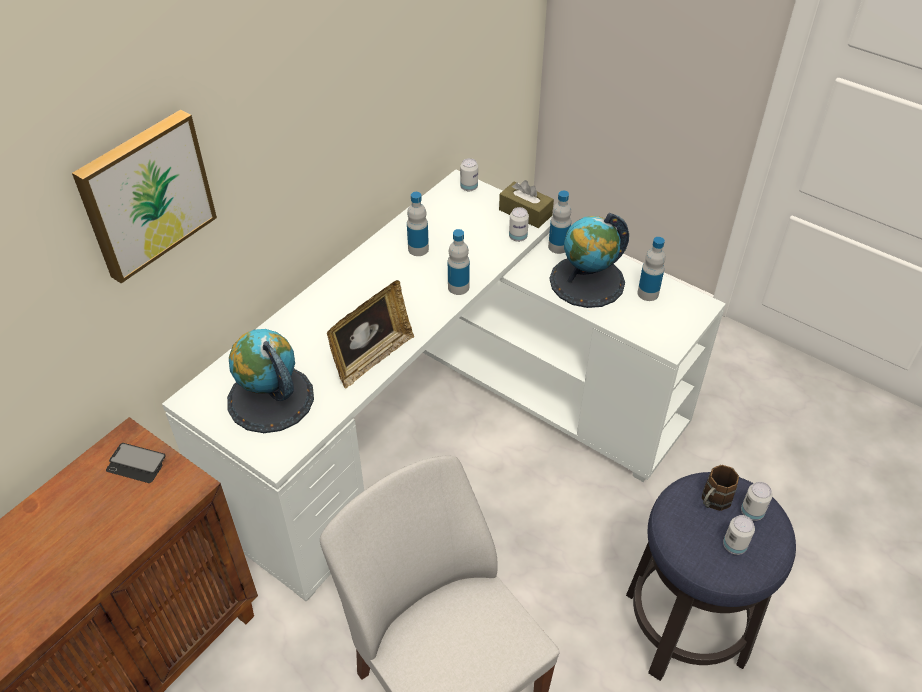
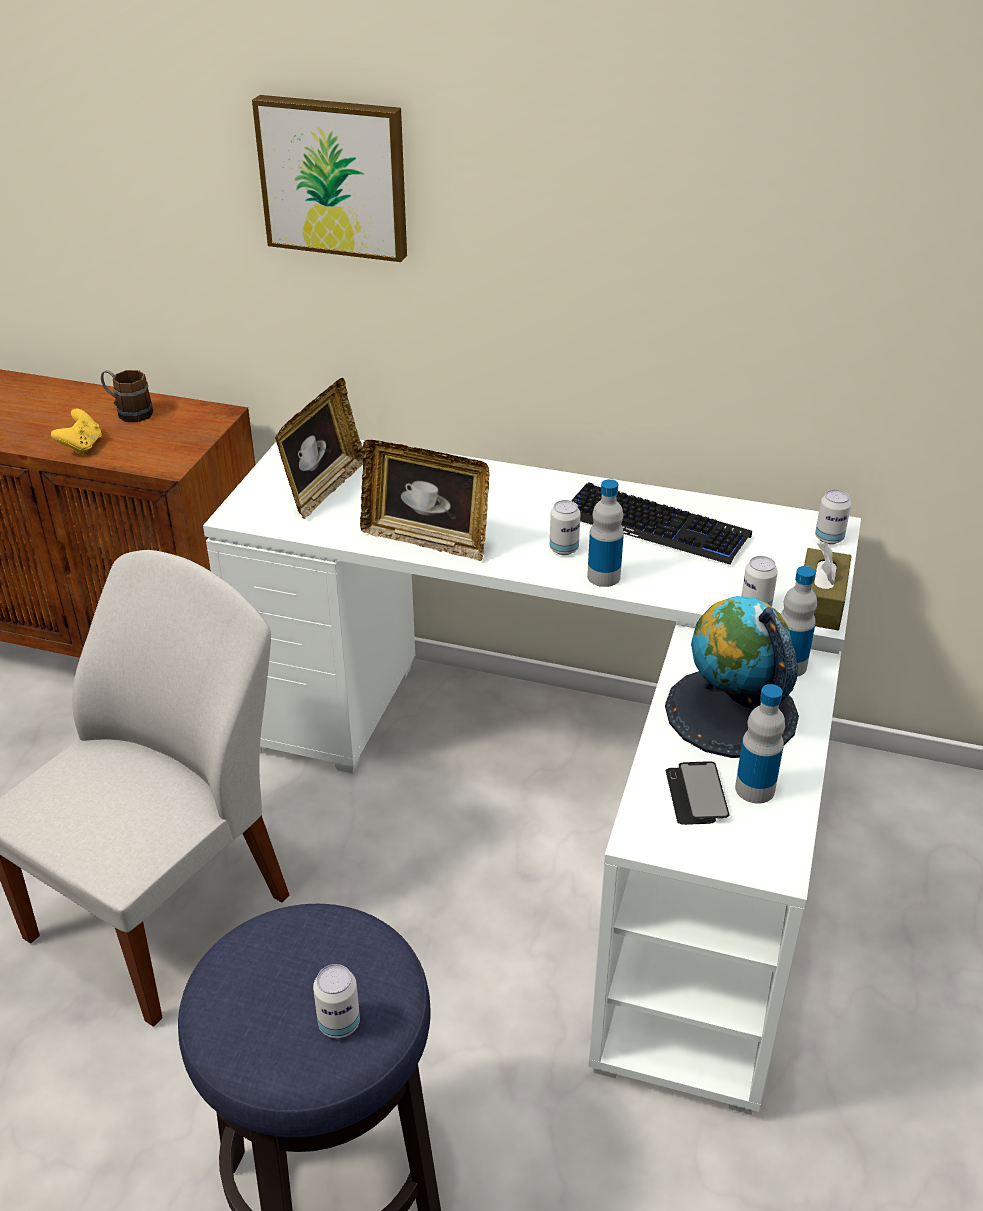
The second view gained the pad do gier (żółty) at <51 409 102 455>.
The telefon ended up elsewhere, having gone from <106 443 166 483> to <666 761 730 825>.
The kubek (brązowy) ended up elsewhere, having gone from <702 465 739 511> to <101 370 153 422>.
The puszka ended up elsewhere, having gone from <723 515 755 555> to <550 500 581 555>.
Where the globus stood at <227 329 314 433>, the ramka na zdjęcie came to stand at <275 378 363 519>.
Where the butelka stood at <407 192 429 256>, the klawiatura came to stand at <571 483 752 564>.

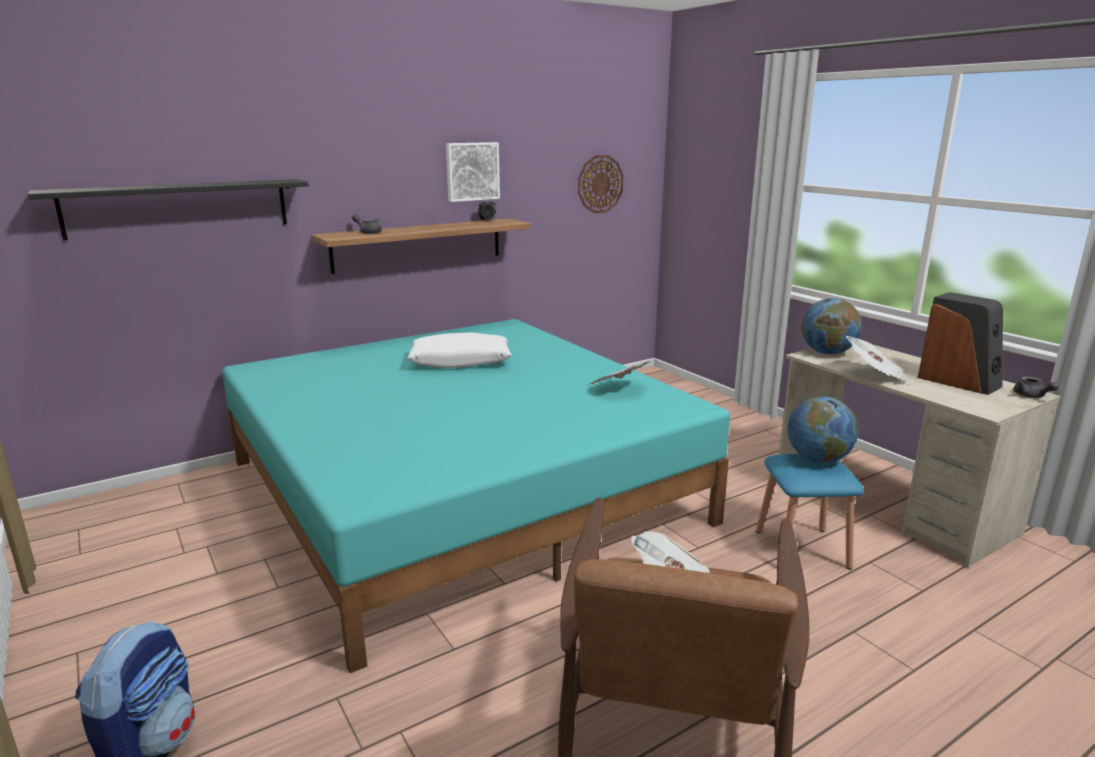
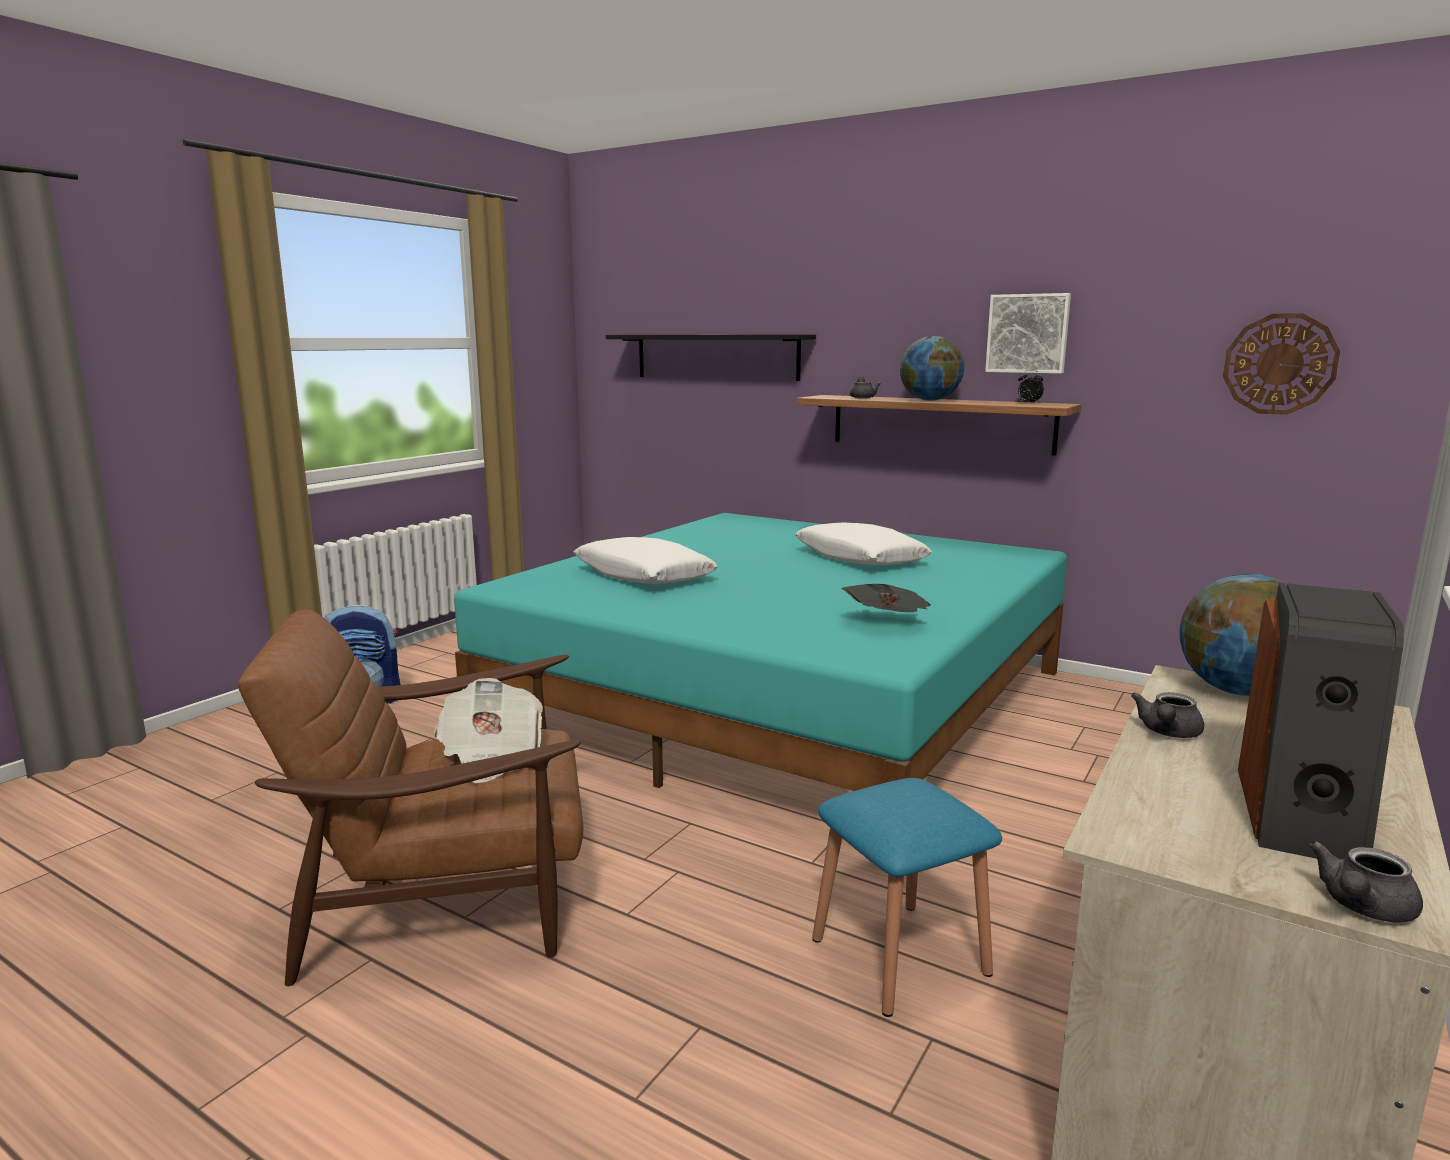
The second view gained the poduszka (biały) at <574 537 718 584>.
The globus ended up elsewhere, having gone from <788 396 859 463> to <900 336 964 401>.
Where the gazeta stood at <846 336 910 384>, the imbryk (szary) came to stand at <1131 692 1204 738>.

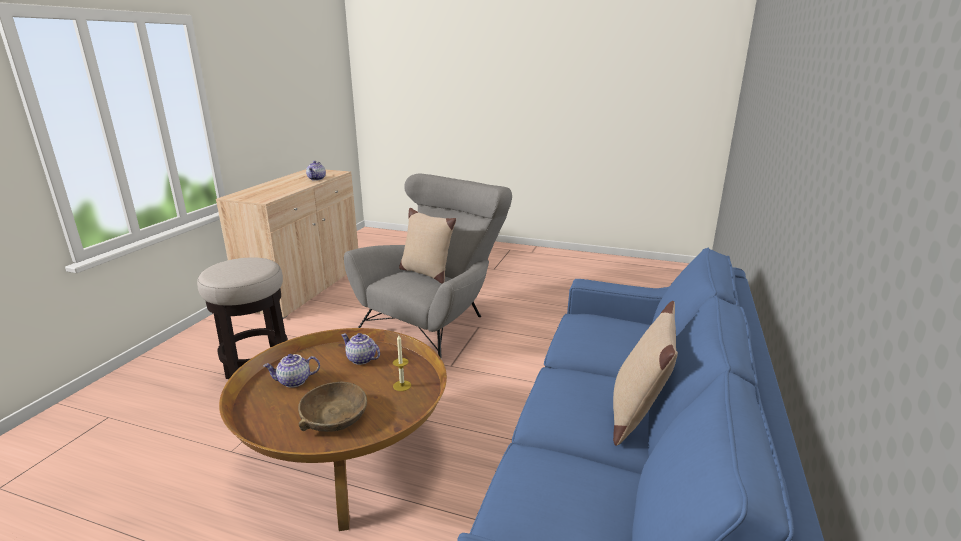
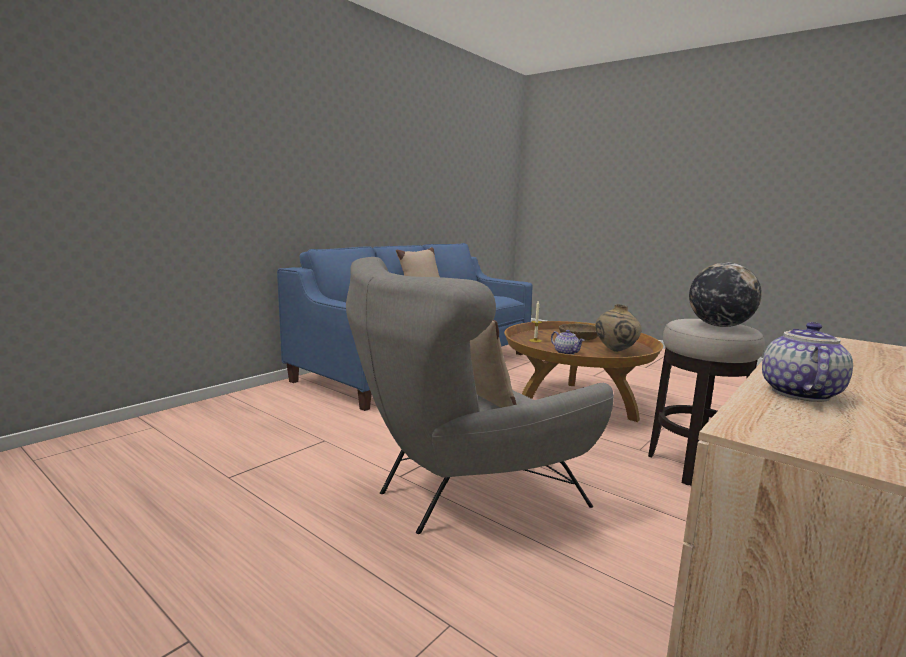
The second view gained the globus at <689 262 762 327>.
Where the imbryk stood at <263 354 320 388>, the wazon (beżowy) came to stand at <595 304 642 352>.

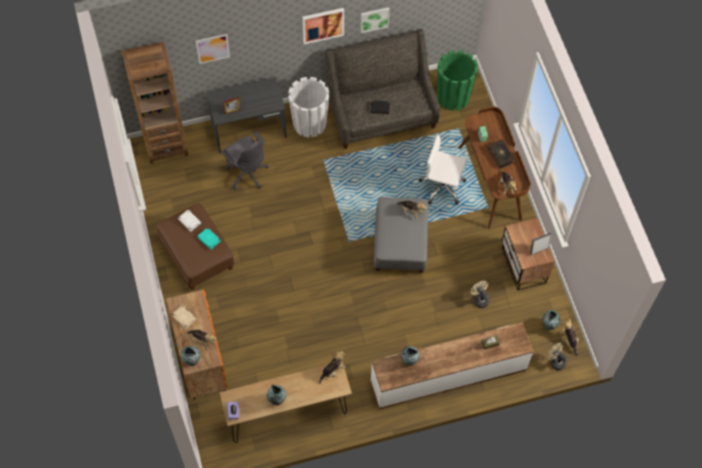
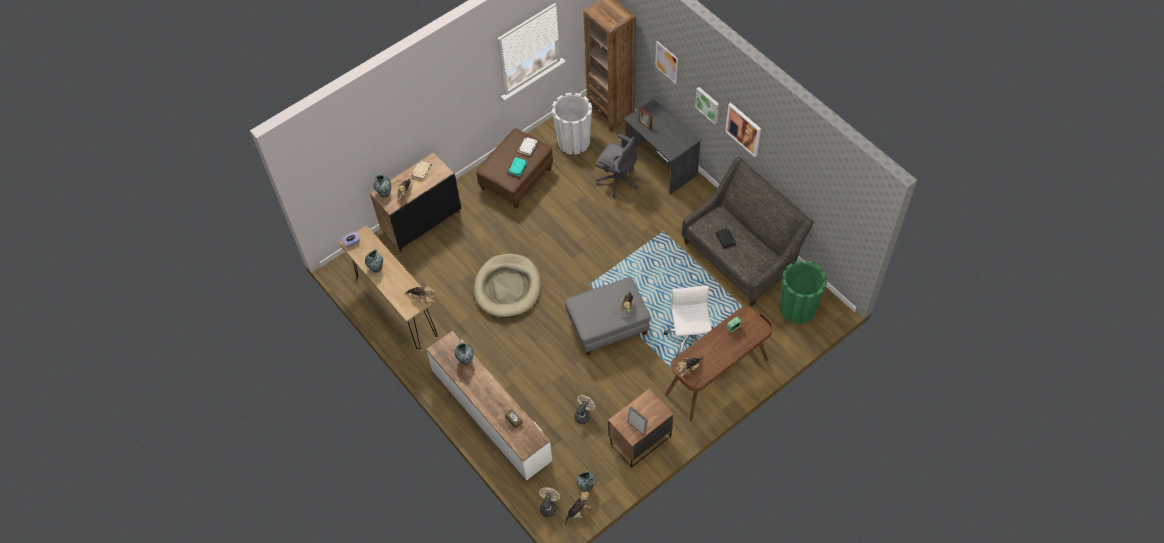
The second view lost the książka at <488 140 514 169>.
The second view gained the legowisko (beżowy) at <474 254 541 318>.
The donica (biały) ended up elsewhere, having gone from <288 77 329 138> to <552 93 592 155>.
The obraz ended up elsewhere, having gone from <360 7 390 33> to <695 87 719 124>.
What was the szafka (pomarańczowy) at <166 289 228 400> turned into the szafka (czarny) at <370 153 461 252>.
The krzesło biurowe (szary) at <221 131 269 190> ended up facing another way, 90 degrees counterclockwise from before.

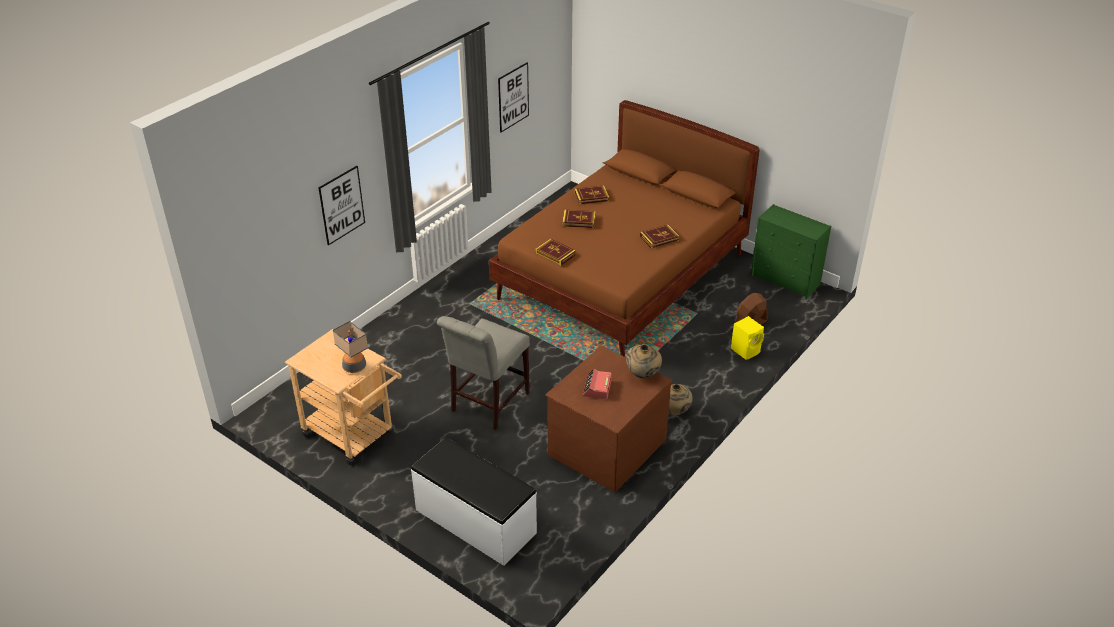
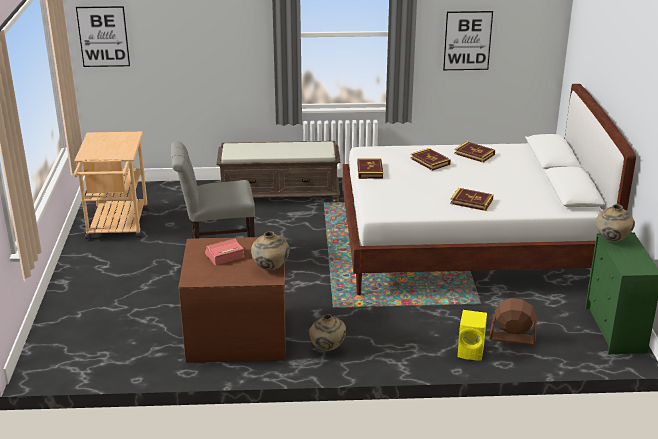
The second view lost the lampa stołowa at <333 321 368 373>.
The second view lost the ławka (biały) at <411 437 537 566>.
The second view gained the ławka (brązowy) at <216 141 340 203>.
The second view gained the wazon (beżowy) at <596 204 635 242>.
The obraz ended up elsewhere, having gone from <318 166 365 245> to <76 6 130 67>.
What was the łóżko (brązowy) at <489 100 760 357> turned into the łóżko (biały) at <342 84 636 295>.

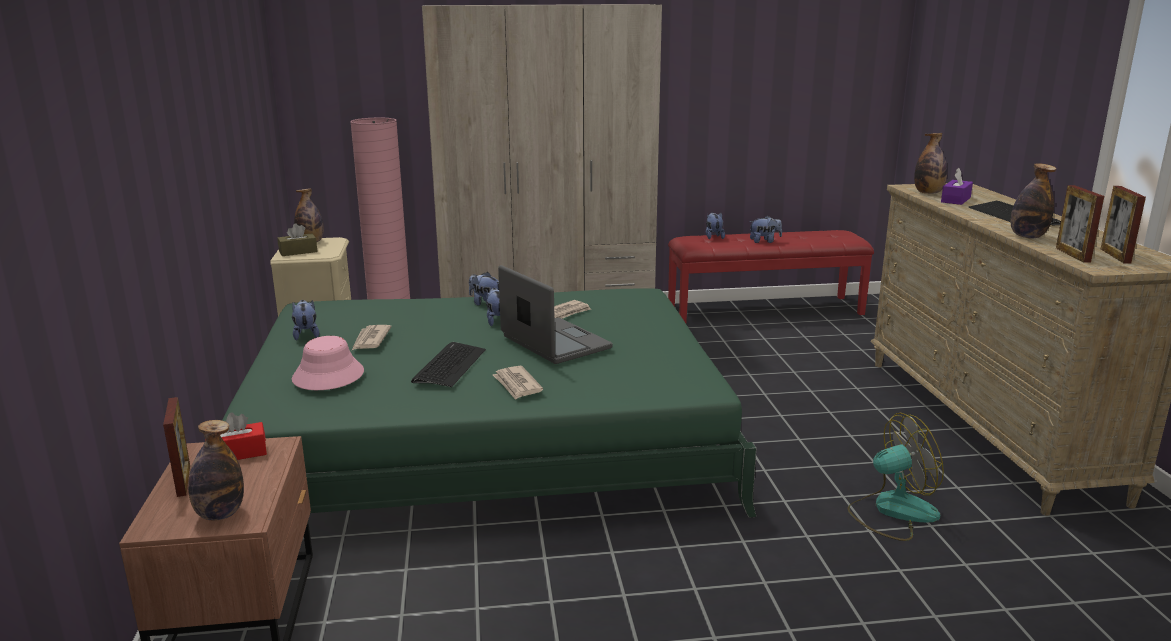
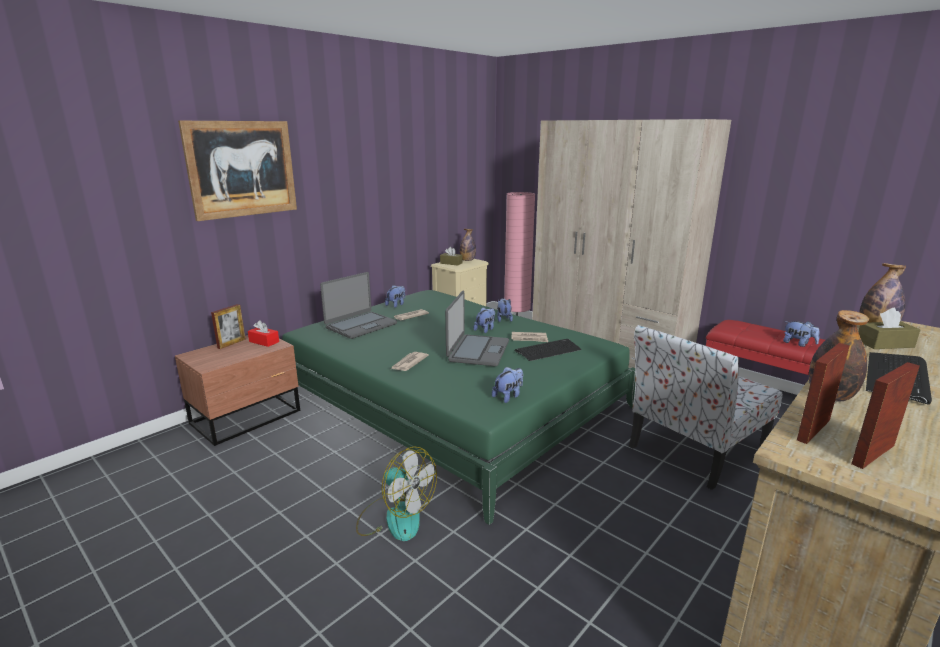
The second view lost the butelka at <188 420 244 520>.
The second view gained the obraz at <178 121 297 221>.
The second view gained the krzesło at <629 325 782 490>.
The klawiatura ended up elsewhere, having gone from <411 342 486 387> to <515 339 582 361>.
The pluszak ended up elsewhere, having gone from <706 212 725 239> to <492 367 523 403>.
The wentylator ended up elsewhere, having gone from <847 413 944 541> to <356 446 437 541>.
Where the kapelusz (różowy) stood at <292 336 364 390>, the laptop came to stand at <320 272 397 339>.
What was the pudełko chusteczek (fioletowy) at <941 168 973 205> turned into the pudełko chusteczek (brązowy) at <858 308 920 349>.

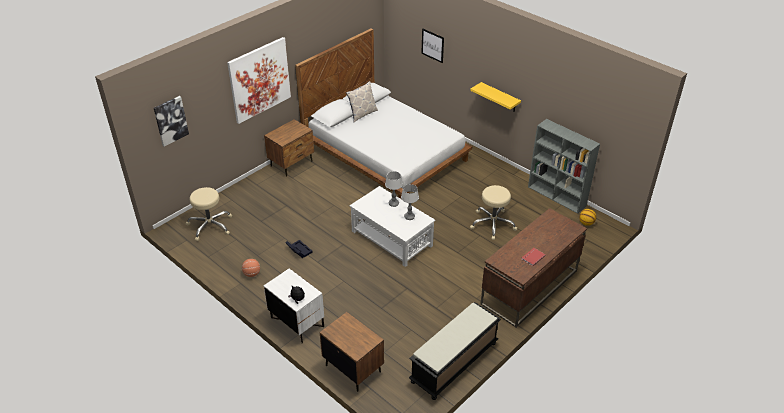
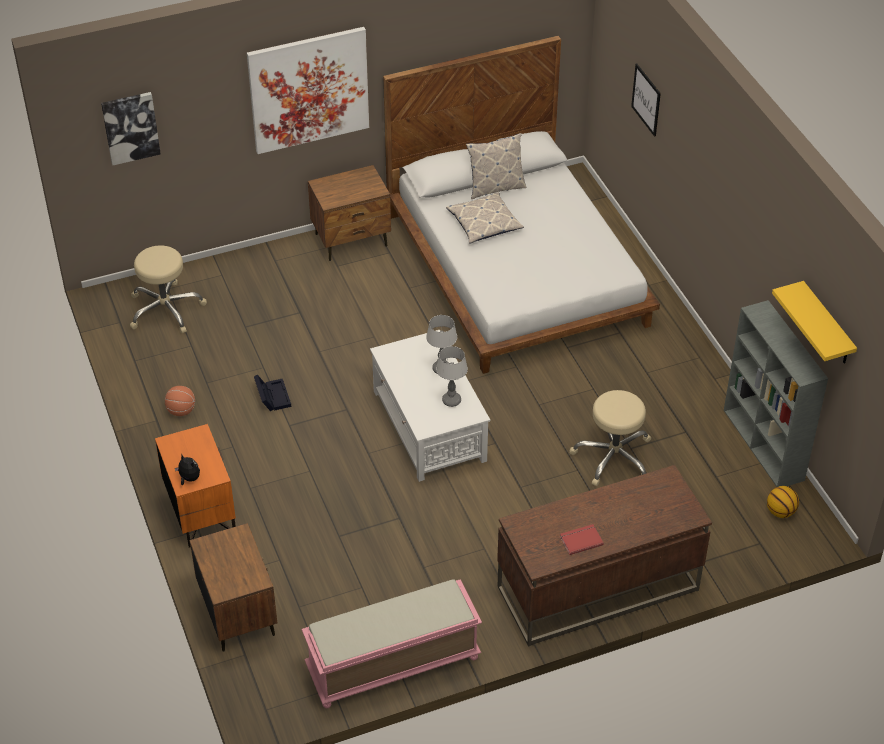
The second view gained the poduszka at <446 192 524 243>.
The półka (żółty) ended up elsewhere, having gone from <470 82 521 112> to <772 281 857 364>.
What was the szafka nocna (biały) at <264 269 324 343> turned into the szafka nocna (pomarańczowy) at <155 424 236 548>.
What was the ławka (czarny) at <409 302 501 400> turned into the ławka (różowy) at <301 579 482 708>.

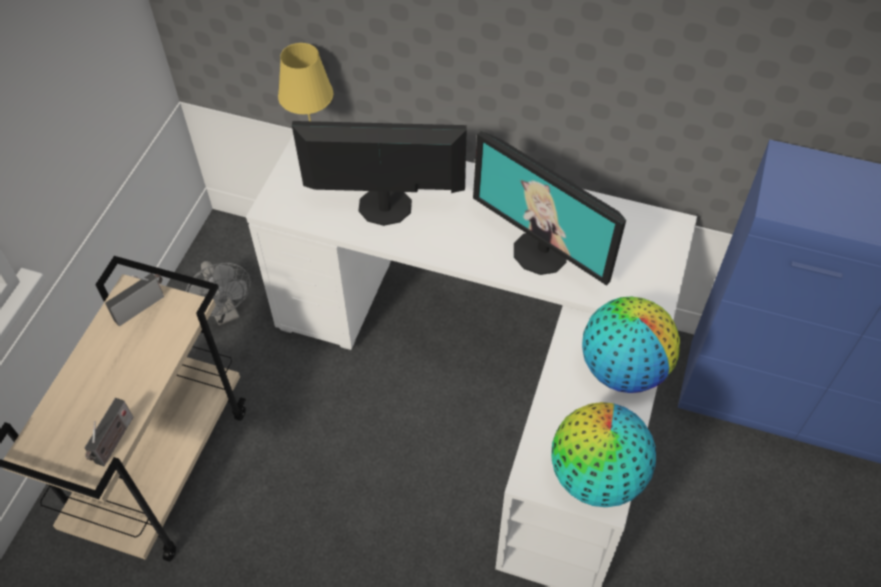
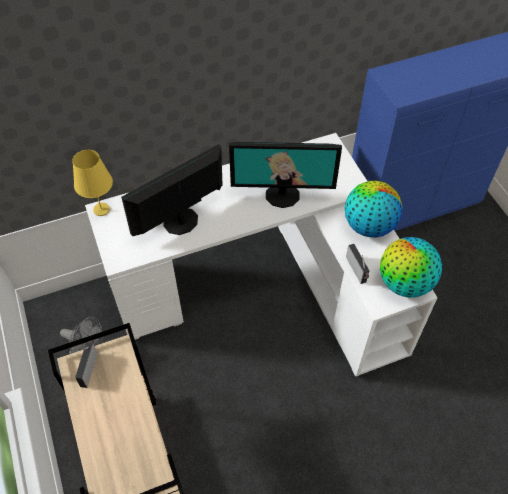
The radio ended up elsewhere, having gone from <85 398 133 466> to <346 244 369 284>.

